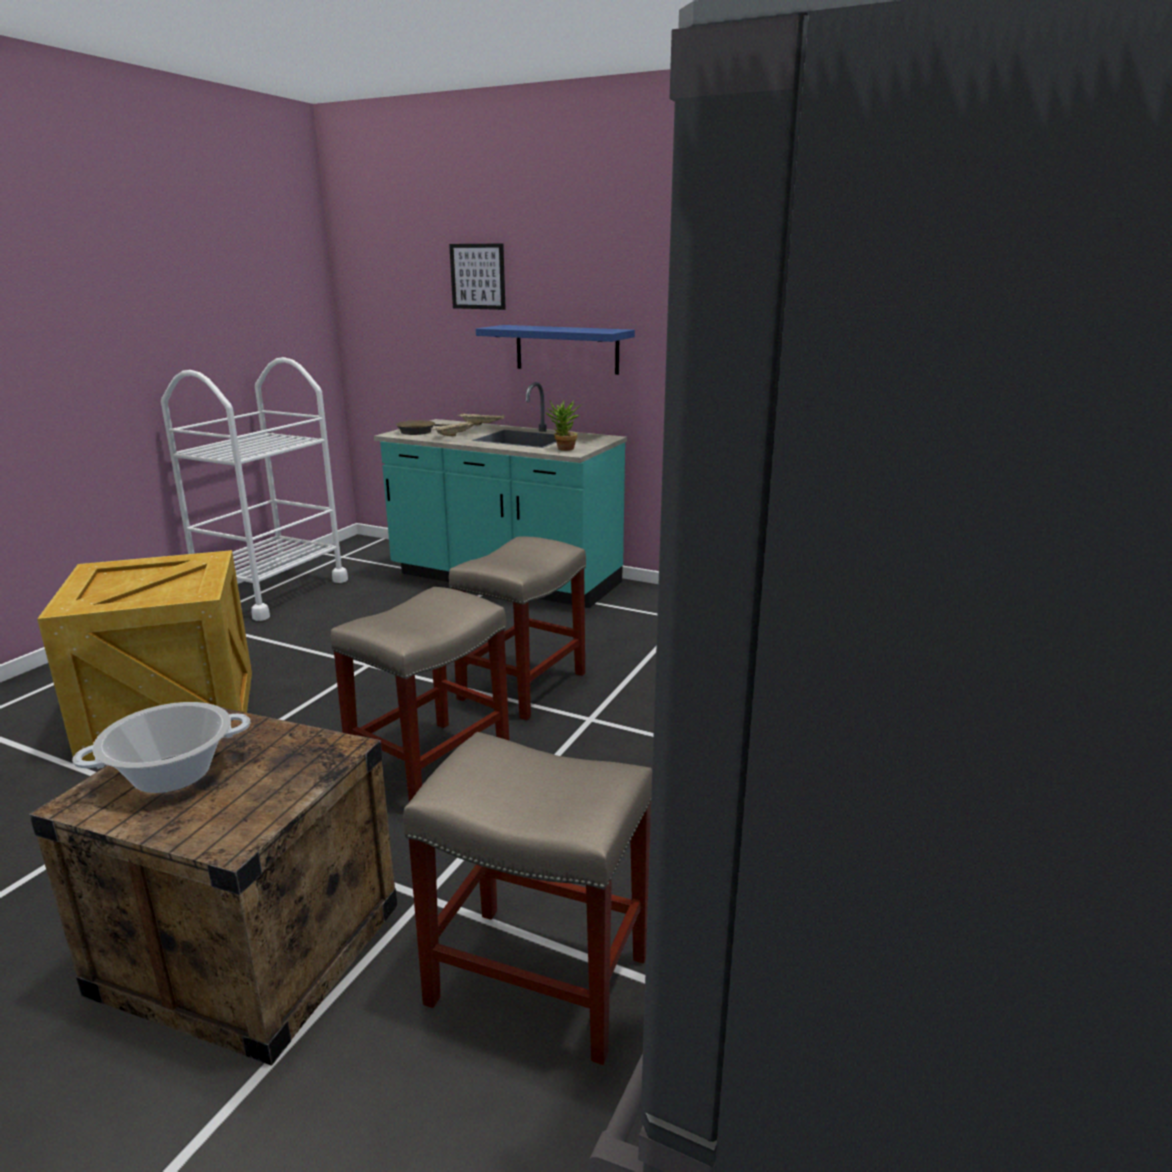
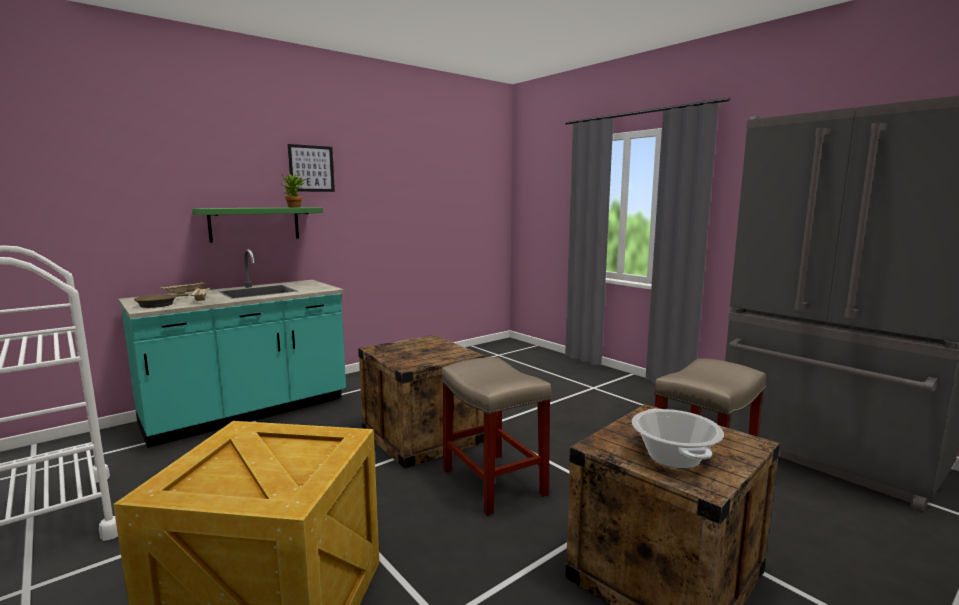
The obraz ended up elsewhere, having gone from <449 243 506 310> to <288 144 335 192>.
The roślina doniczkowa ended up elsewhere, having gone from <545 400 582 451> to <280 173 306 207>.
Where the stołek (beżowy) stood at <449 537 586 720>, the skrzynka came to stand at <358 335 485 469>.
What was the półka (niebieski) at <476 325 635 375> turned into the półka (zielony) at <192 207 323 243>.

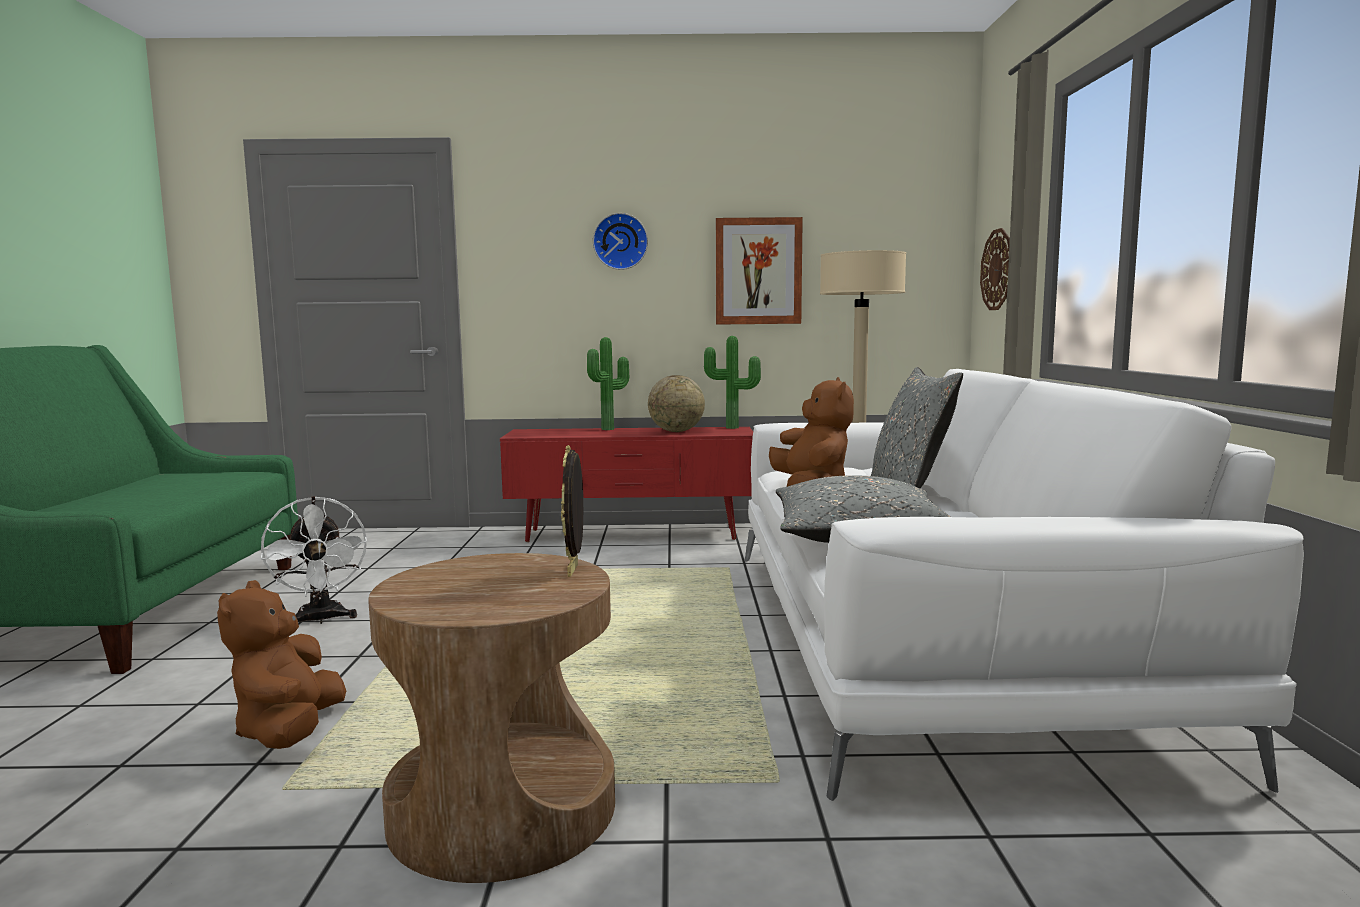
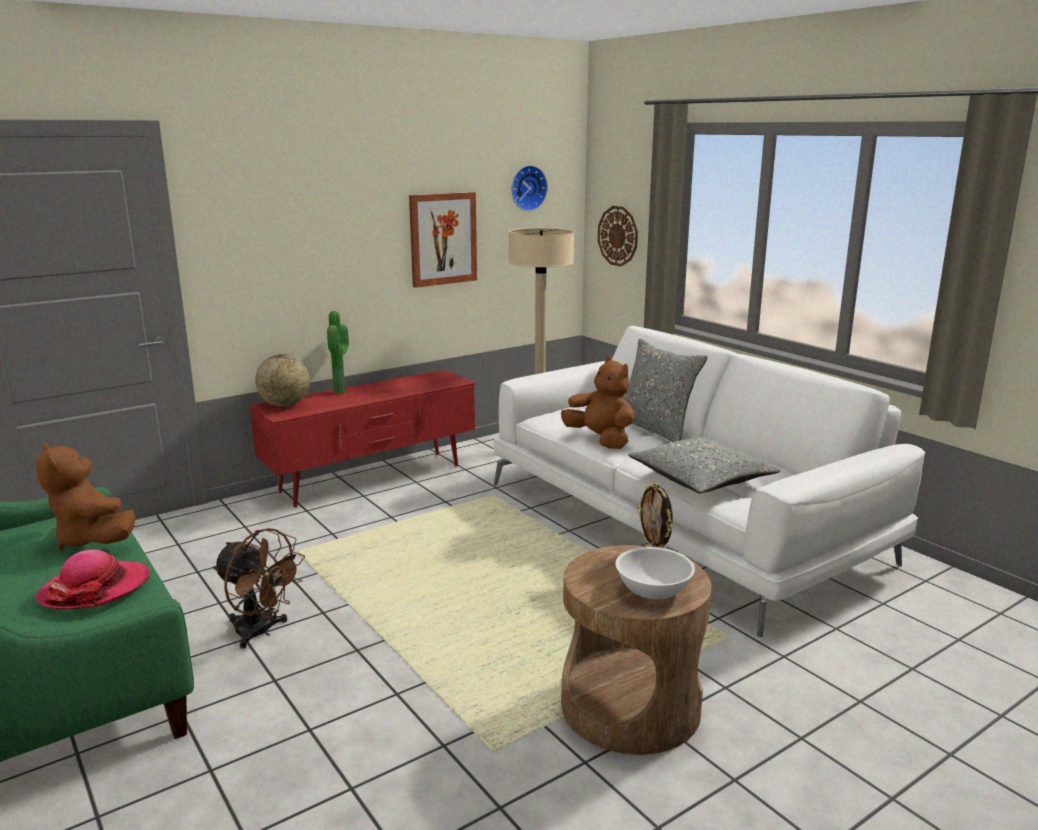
The second view lost the roślina doniczkowa at <704 336 761 429>.
The second view gained the kapelusz at <35 549 150 610>.
The second view gained the miska (biały) at <615 547 695 599>.
The pluszak (brązowy) ended up elsewhere, having gone from <217 580 346 749> to <36 443 136 550>.
The zegar ścienny ended up elsewhere, having gone from <593 213 648 270> to <511 165 548 211>.
The globus ended up elsewhere, having gone from <648 375 705 432> to <255 354 310 407>.
What was the wentylator (biały) at <261 496 367 624> turned into the wentylator (brązowy) at <213 528 305 649>.

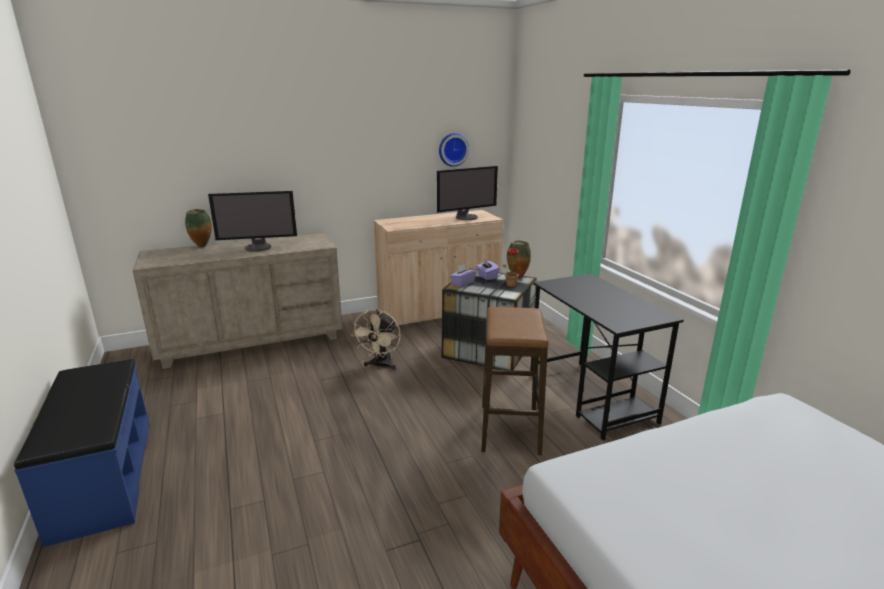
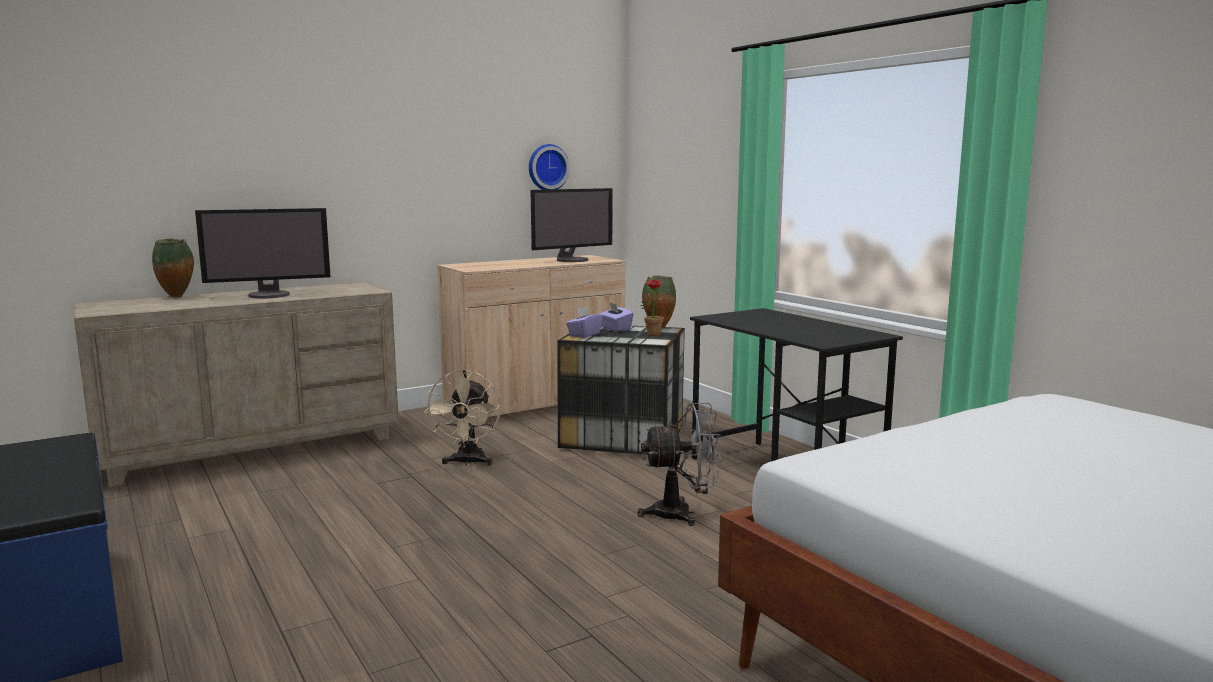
Where the stołek stood at <481 307 549 455>, the wentylator (szary) came to stand at <638 403 721 526>.

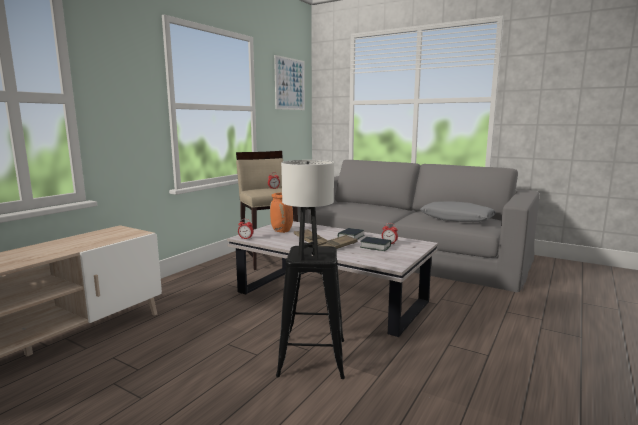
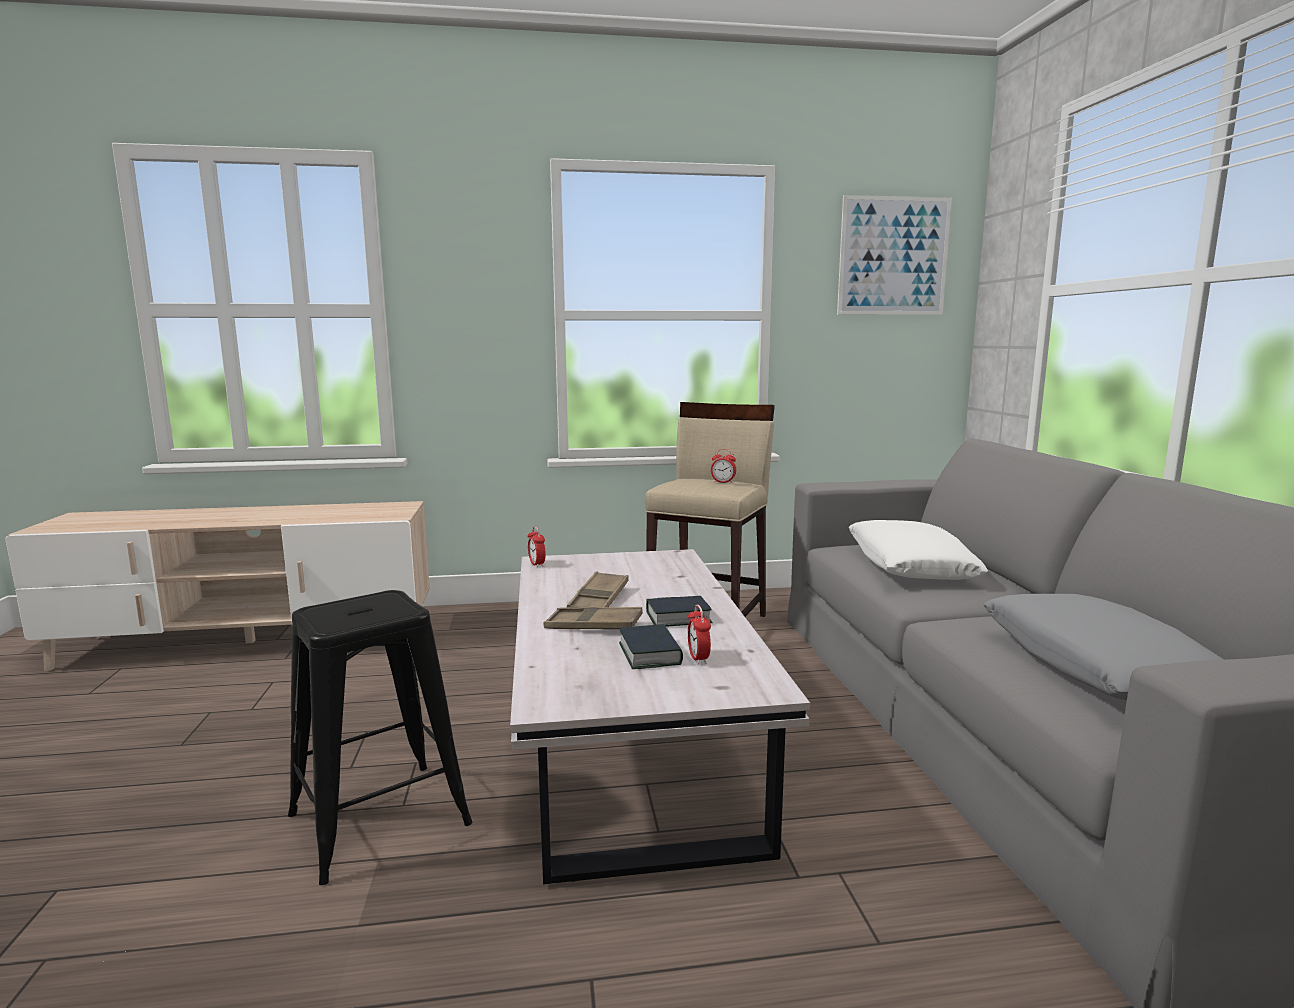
The second view lost the wazon (pomarańczowy) at <270 193 293 233>.
The second view lost the lampa stołowa (biały) at <281 160 334 261>.
The second view gained the poduszka (biały) at <849 520 988 580>.

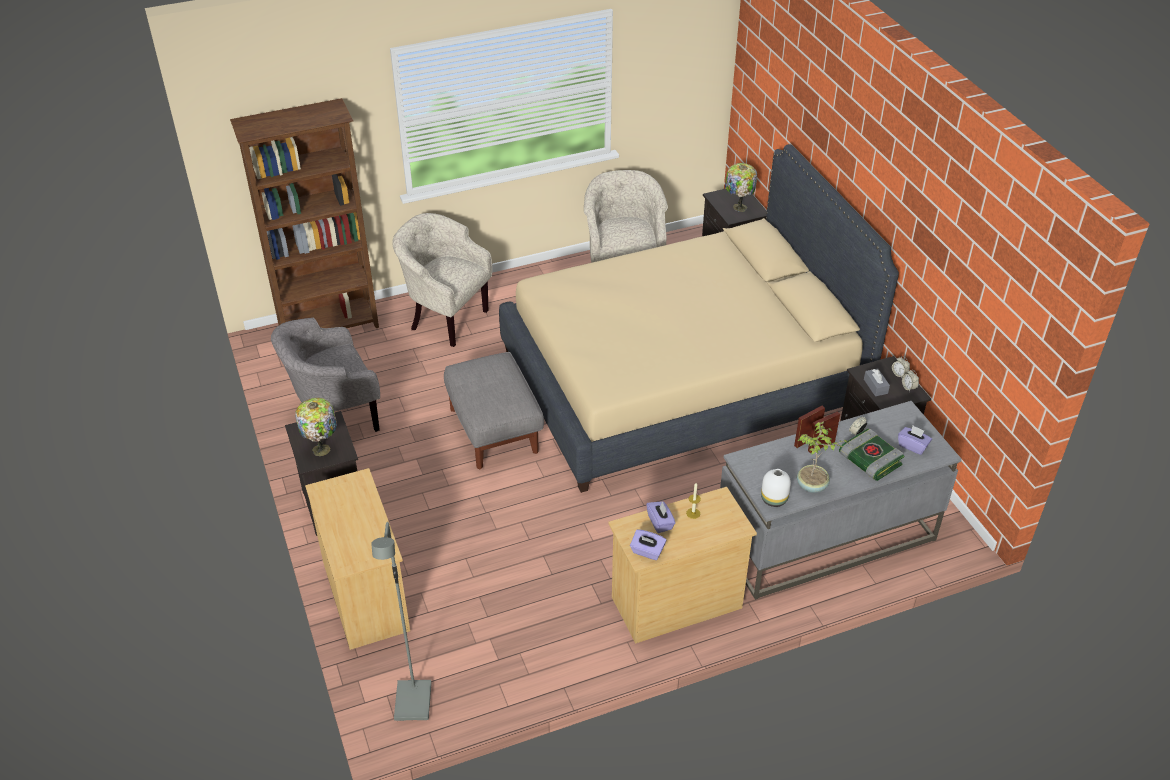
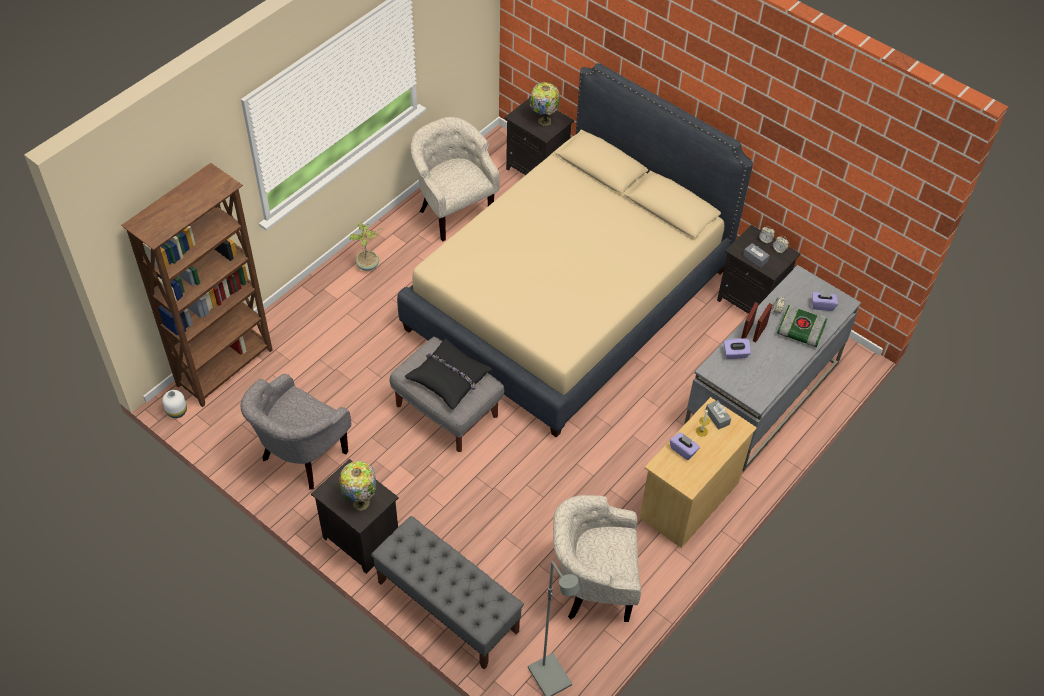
The second view gained the poduszka (czarny) at <404 338 492 410>.
The second view gained the pudełko chusteczek (szary) at <705 400 731 430>.
The fotel (beżowy) ended up elsewhere, having gone from <392 213 492 347> to <553 495 641 622>.
The pudełko chusteczek (fioletowy) ended up elsewhere, having gone from <630 529 666 560> to <724 338 751 359>.
The wazon (biały) ended up elsewhere, having gone from <761 469 791 507> to <162 390 187 418>.
The roślina doniczkowa ended up elsewhere, having gone from <797 422 848 493> to <349 221 384 271>.
Where the komoda (beżowy) stood at <305 468 410 650>, the ławka (szary) came to stand at <371 516 524 669>.

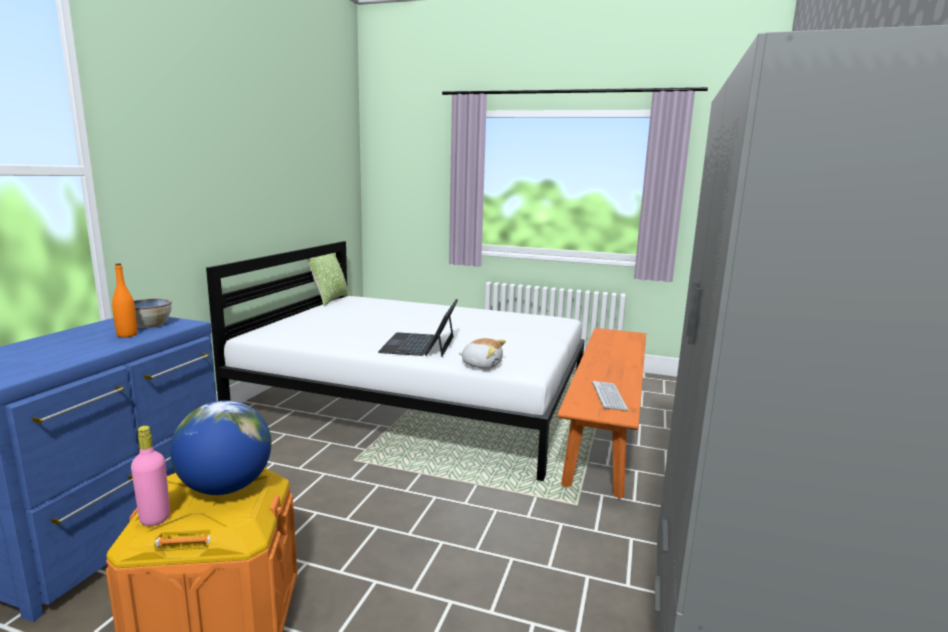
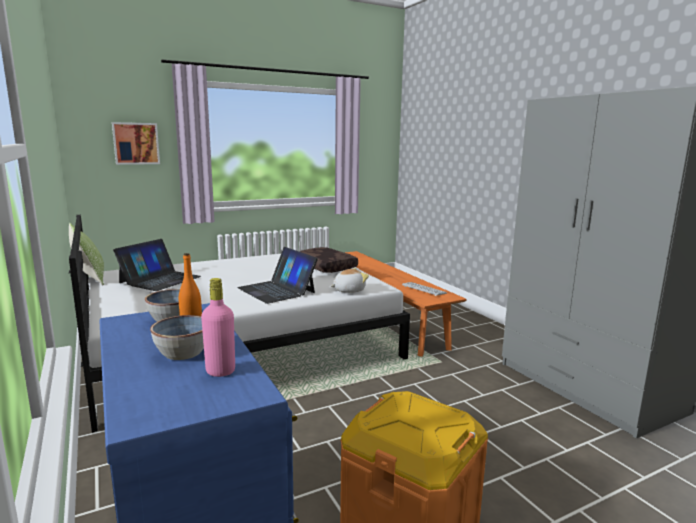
The second view lost the globus at <170 400 272 495>.
The second view gained the obraz at <112 122 160 165>.
The second view gained the laptop at <113 239 201 291>.
The second view gained the miska at <150 315 204 360>.
The second view gained the poduszka (brązowy) at <300 247 358 273>.
The butelka (różowy) ended up elsewhere, having gone from <131 426 170 526> to <201 278 235 377>.

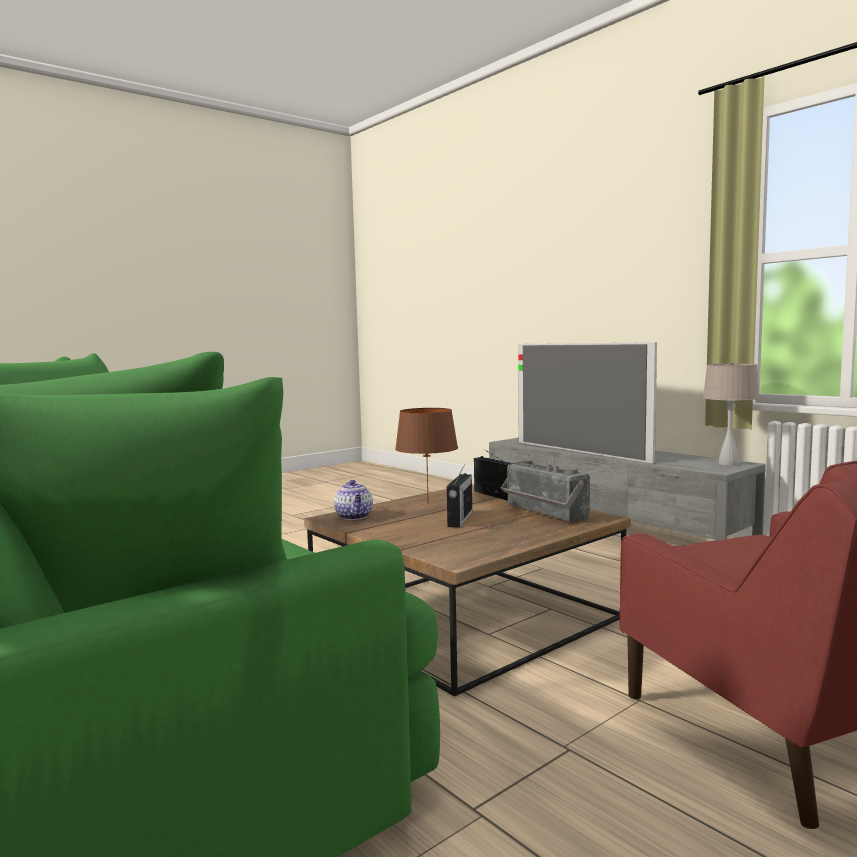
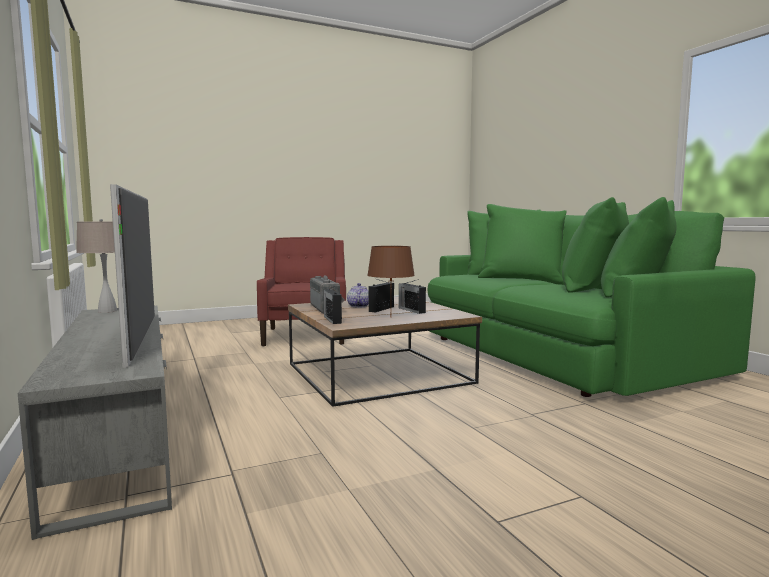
The second view gained the radio at <399 279 426 314>.
The imbryk ended up elsewhere, having gone from <334 480 373 520> to <347 283 369 307>.

